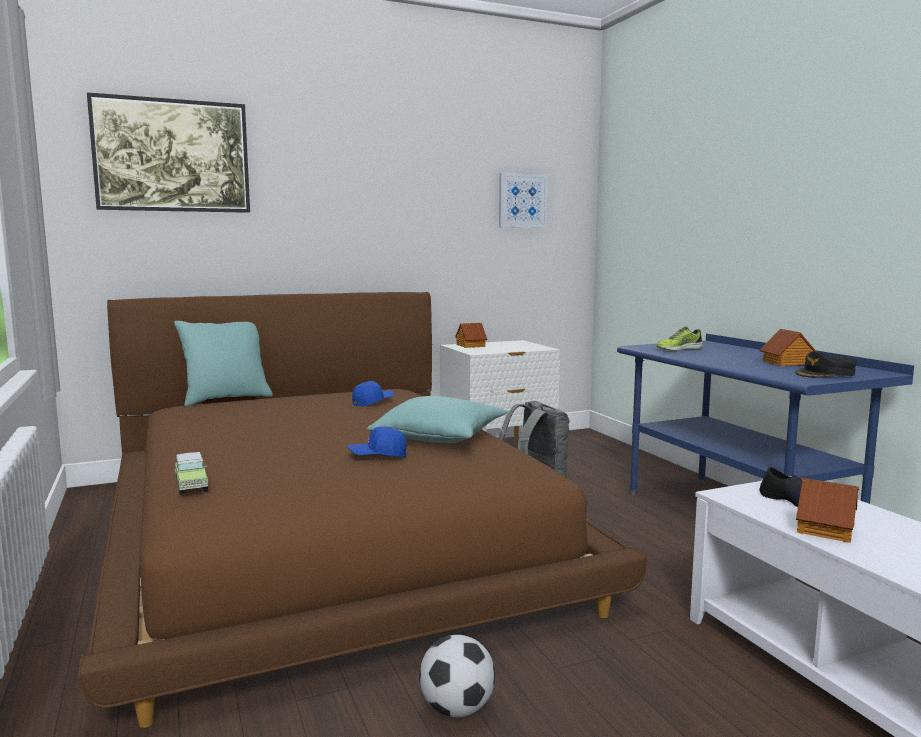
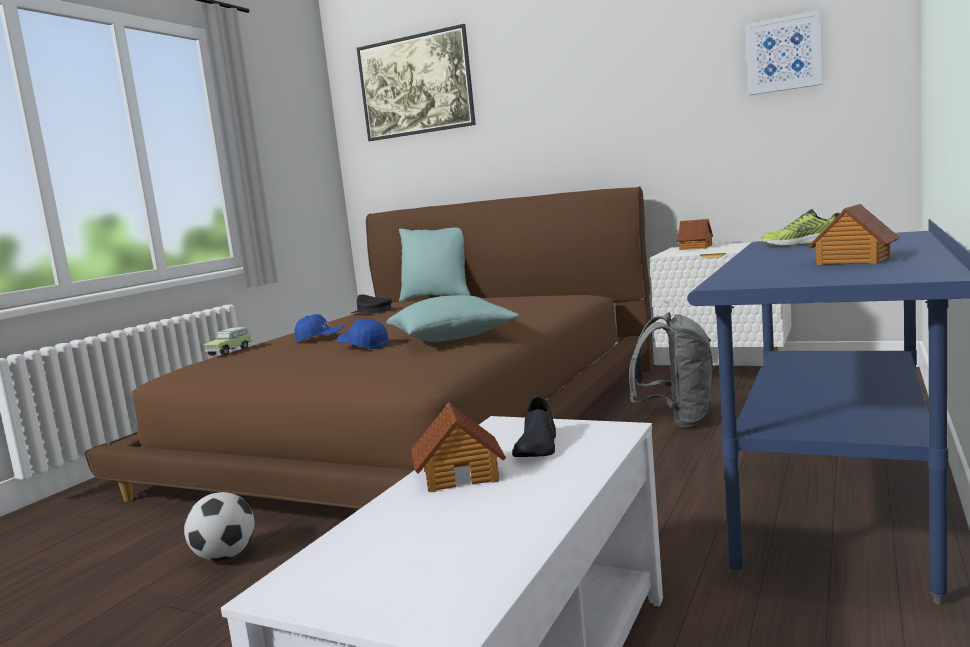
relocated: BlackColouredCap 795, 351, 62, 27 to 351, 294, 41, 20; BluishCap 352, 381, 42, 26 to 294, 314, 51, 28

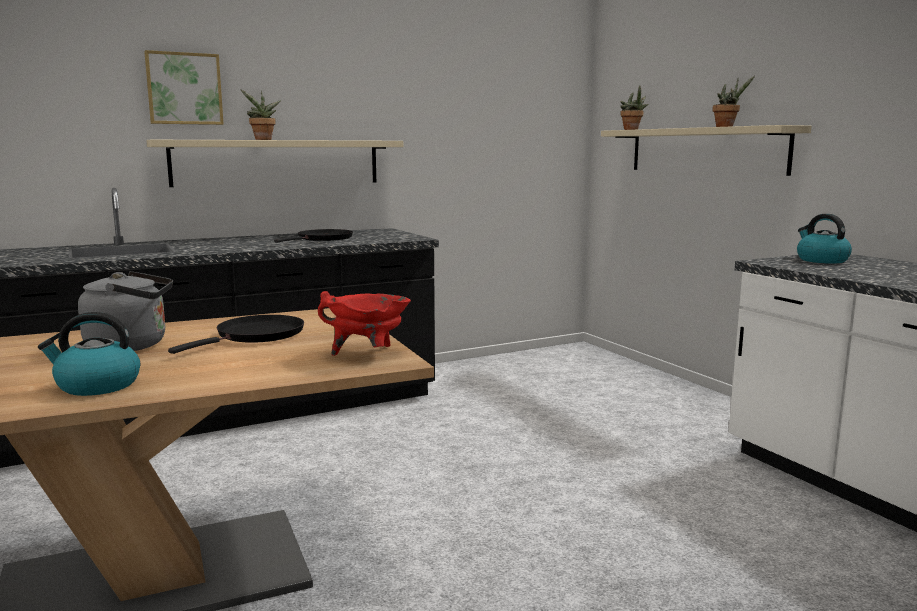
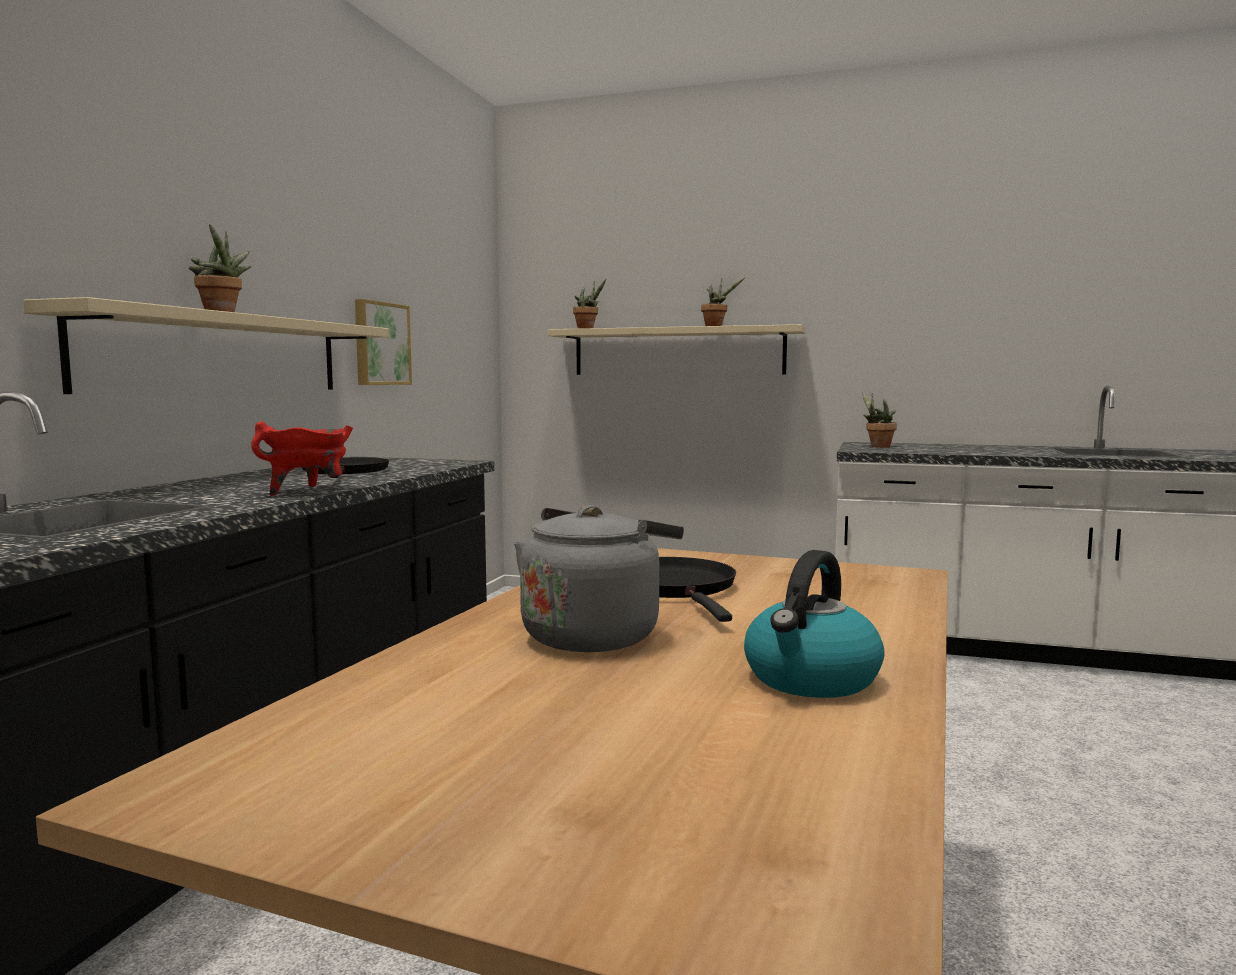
relocated: Picture 144, 50, 79, 75 to 355, 299, 57, 86; RedColouredCookingPot 318, 291, 93, 65 to 251, 421, 102, 75
exchanged: TeaKettle 797, 214, 55, 50 to PottedPlant 862, 393, 35, 55

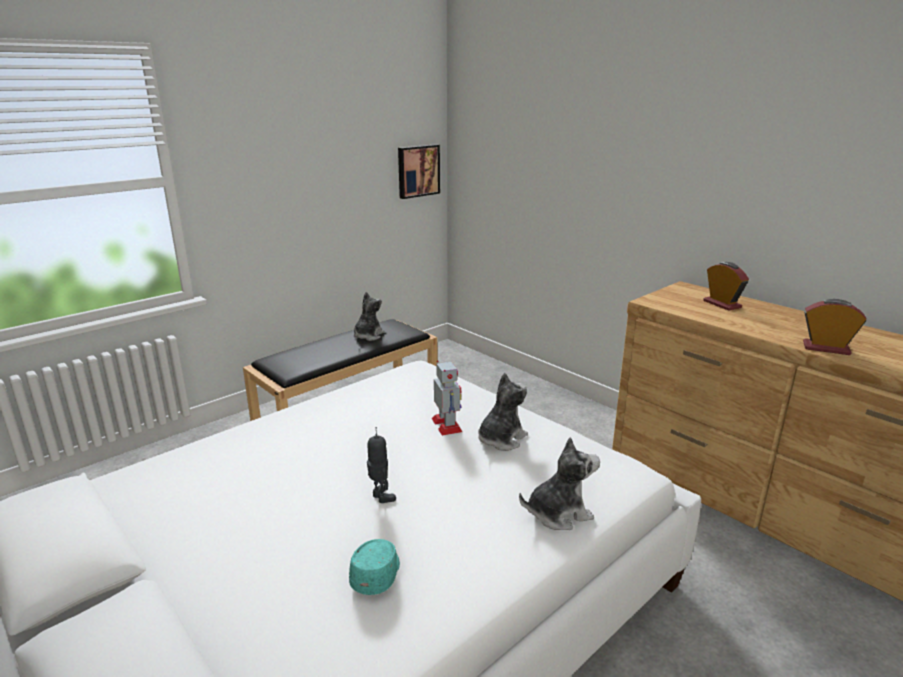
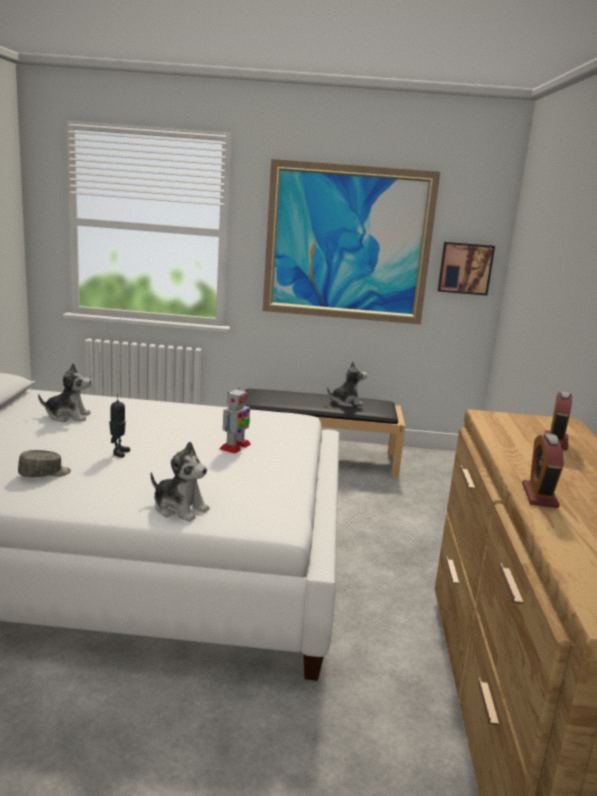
appeared: Picture 263, 159, 177, 165
relocated: CuddlyToy 478, 373, 50, 78 to 38, 363, 53, 59
colour: BlueGreenCap 349, 539, 51, 56 to GreyishCap 18, 450, 53, 27
spun: BedsideClock 803, 299, 63, 56 = 522, 433, 42, 75 150 degrees counterclockwise

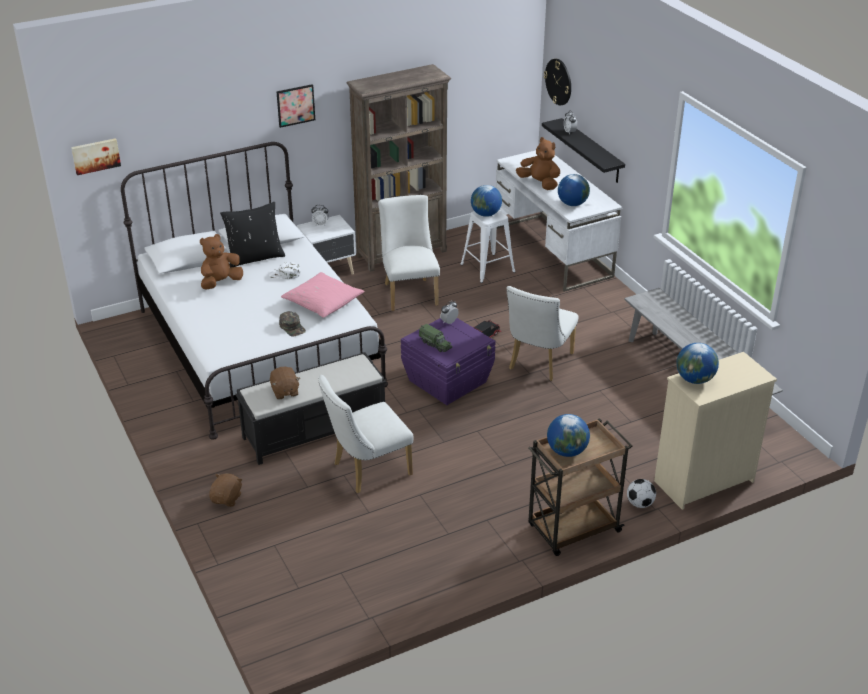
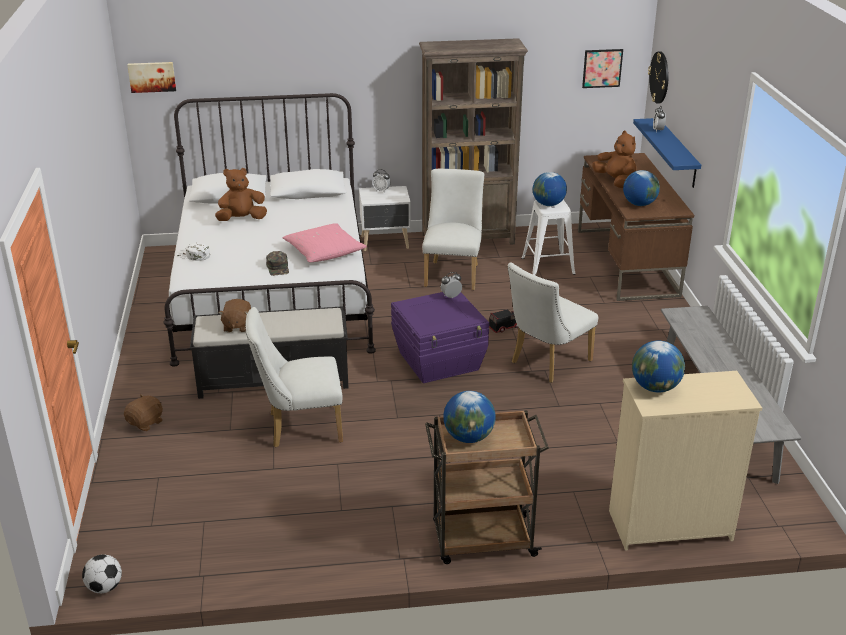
missing: BlackColouredThrowPillow 220, 202, 65, 65; ModelTruck 419, 323, 33, 29
relocated: Picture 276, 84, 39, 44 to 582, 49, 41, 39; WhitishCap 269, 262, 32, 17 to 177, 243, 33, 18; Football 627, 479, 29, 29 to 82, 555, 40, 38
colour: BlackColouredBracketShelf 542, 118, 83, 65 to BluishBracketShelf 633, 118, 68, 70; WhitishDeskTable 496, 150, 126, 142 to BrownColouredDeskTable 578, 153, 116, 148

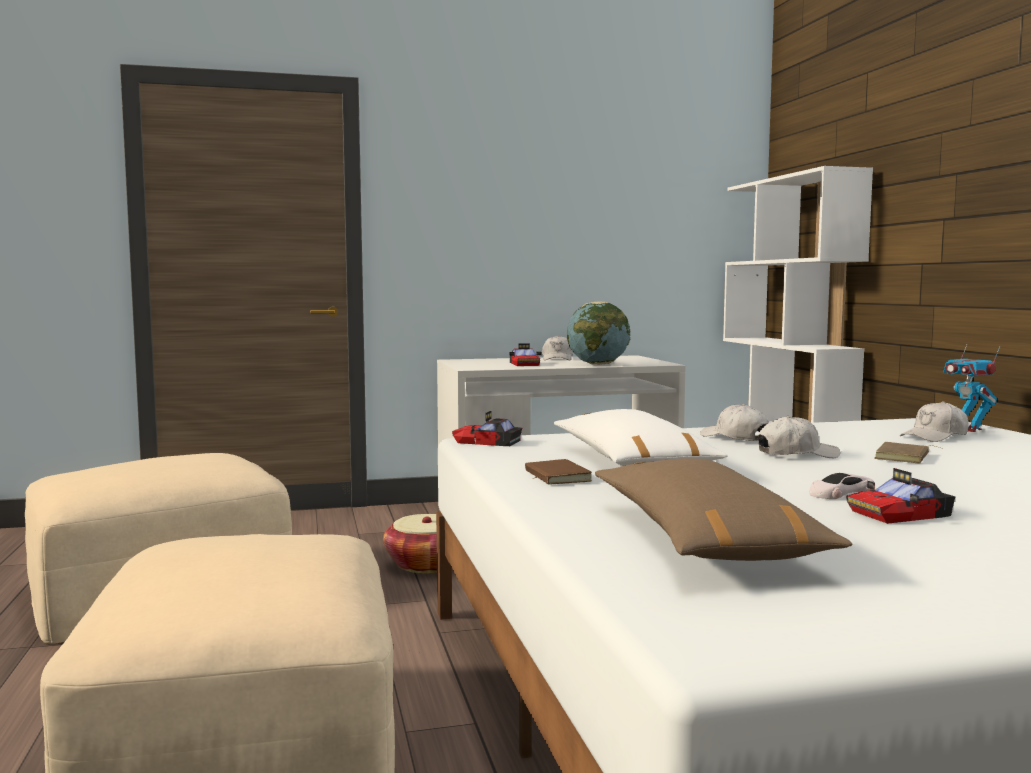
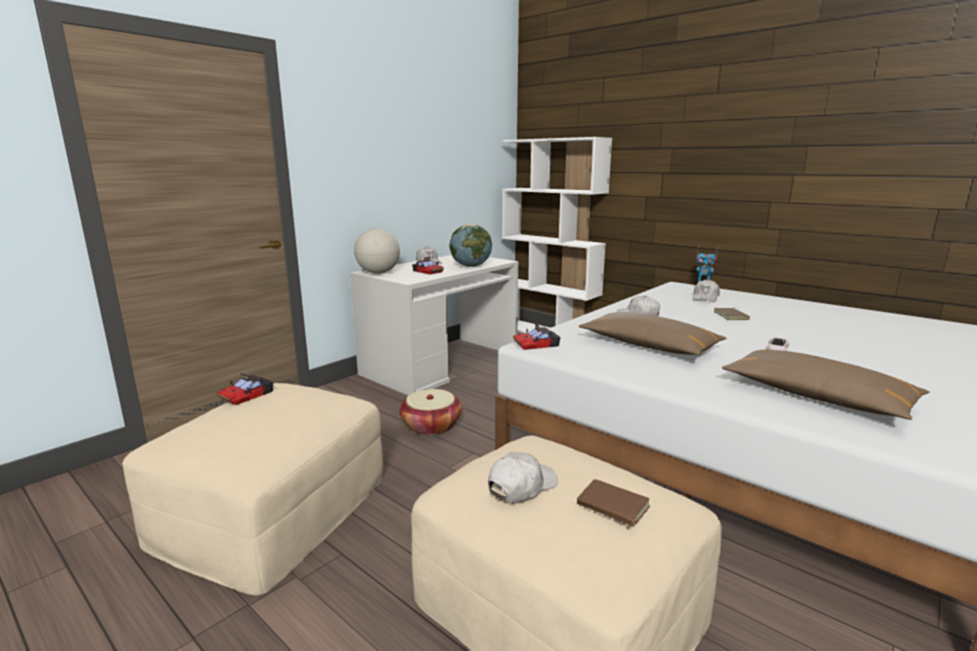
appeared: WorldGlobe 354, 228, 46, 46
relocated: WhitishCap 758, 416, 82, 42 to 488, 452, 70, 50; BrownColouredBook 525, 459, 67, 26 to 577, 479, 73, 50; ToyCar 846, 468, 110, 56 to 217, 373, 56, 32
colour: WhitishThrowPillow 554, 409, 174, 57 to BrownColouredThrowPillow 579, 312, 147, 44

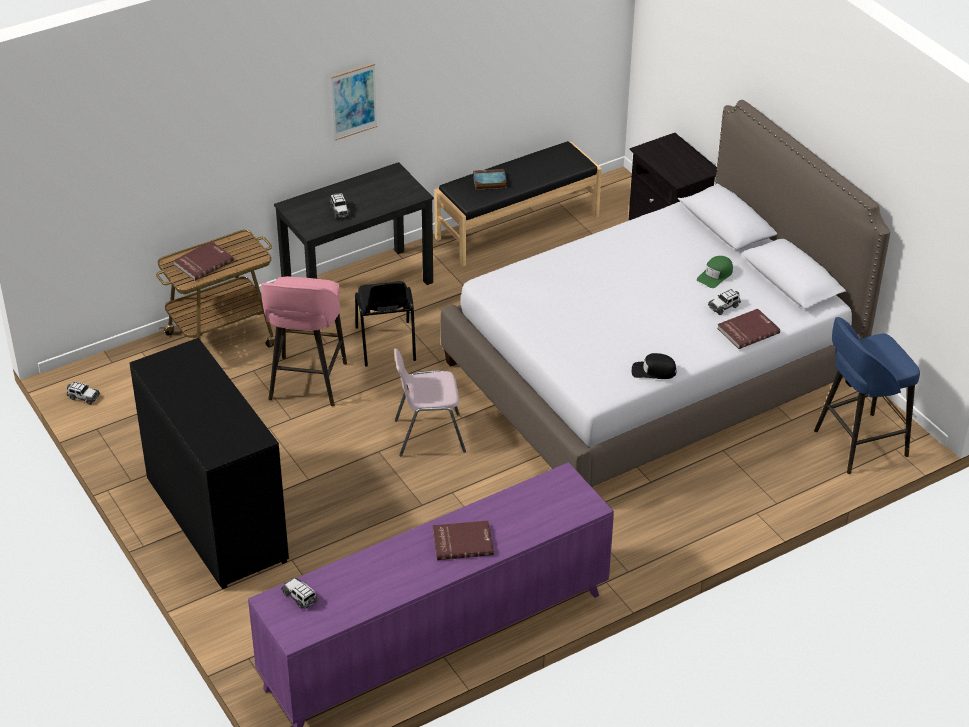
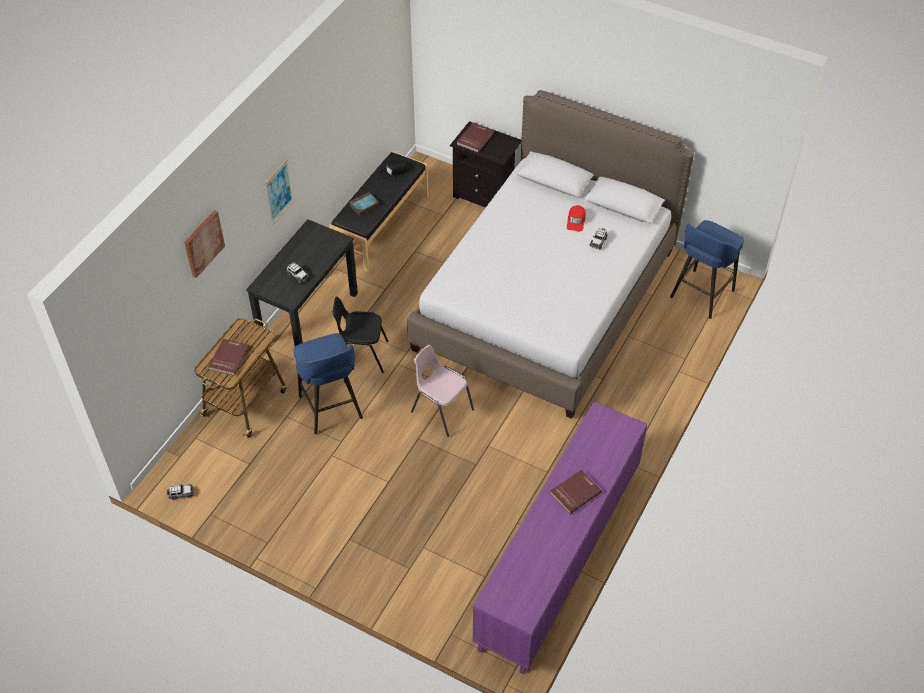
missing: BlackColouredDrawerChest 129, 338, 160, 251; ToyCar 281, 578, 37, 31
appeared: Picture 184, 210, 41, 68
relocated: RedColouredBook 717, 309, 63, 40 to 457, 123, 37, 30; BlackColouredCap 632, 353, 44, 26 to 379, 159, 29, 21
colour: GreenishCap 697, 256, 36, 32 to RedColouredCap 567, 205, 19, 27; PinkSittingStool 261, 276, 86, 130 to BluishSittingStool 293, 333, 70, 101
spun: BlackColouredPlainChair 355, 281, 61, 85 = 332, 297, 57, 76 135 degrees clockwise; PinkPlainChair 394, 348, 72, 108 = 411, 345, 63, 92 75 degrees clockwise

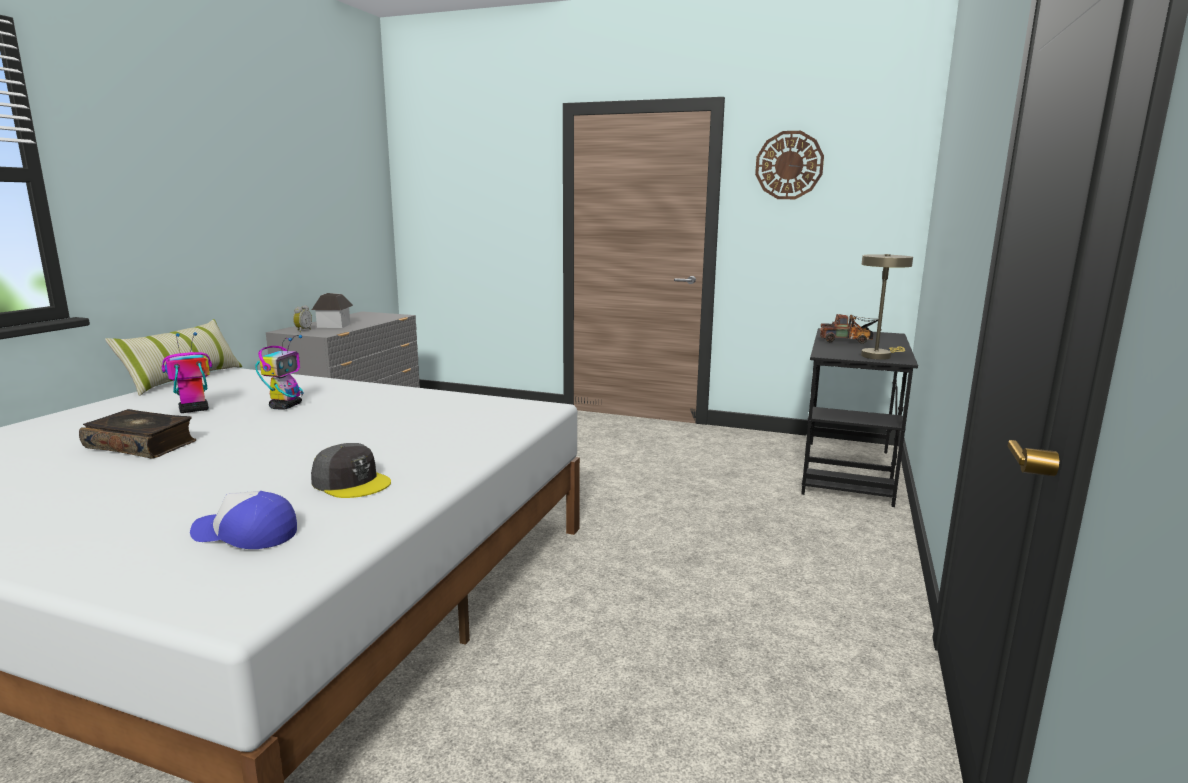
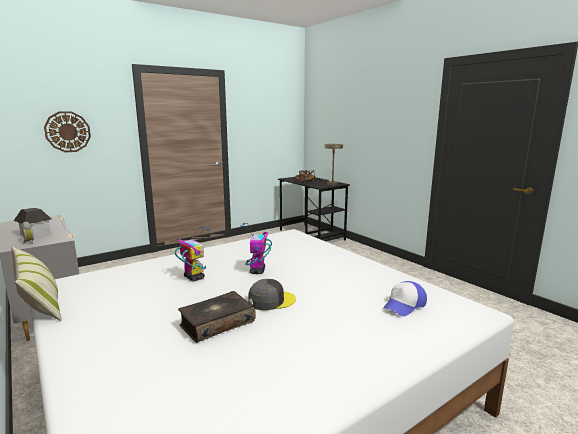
relocated: ClockOnTheWall 755, 131, 69, 68 to 44, 111, 47, 41; ModelRobot 162, 332, 50, 81 to 240, 222, 32, 52; GreyishCap 311, 443, 80, 55 to 248, 279, 48, 31

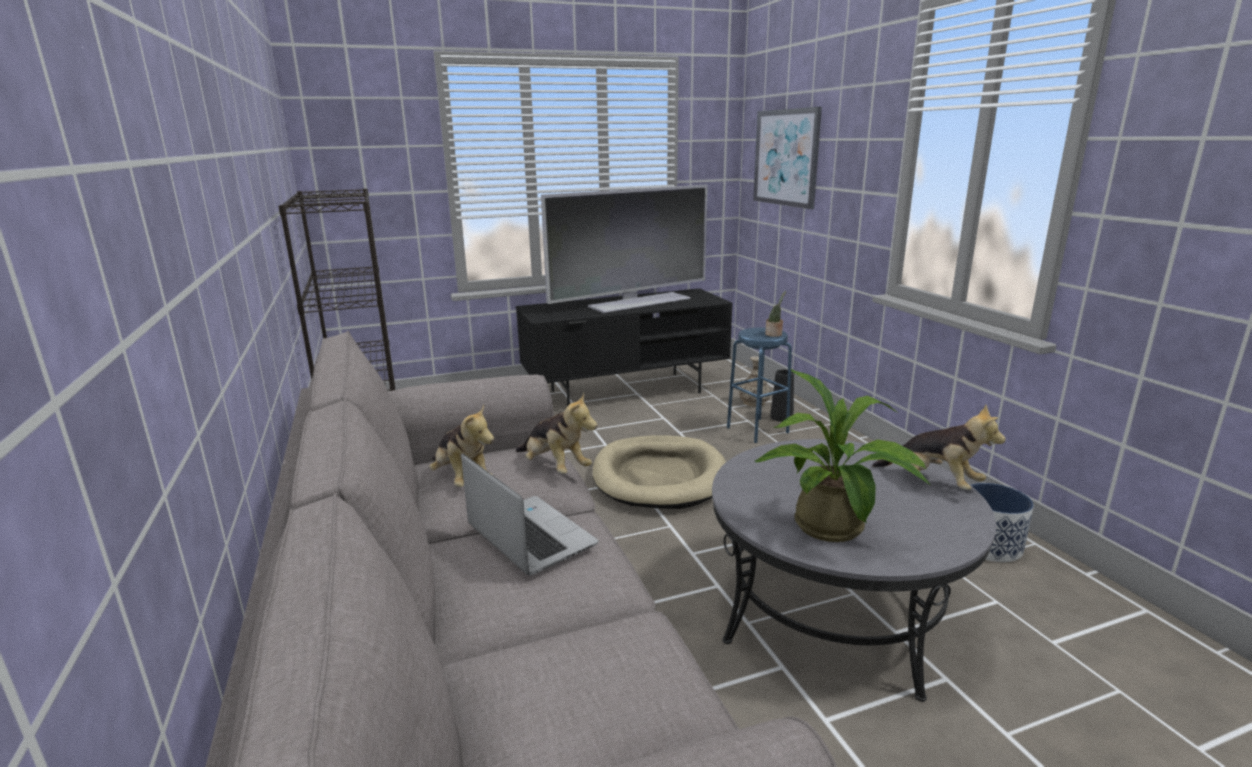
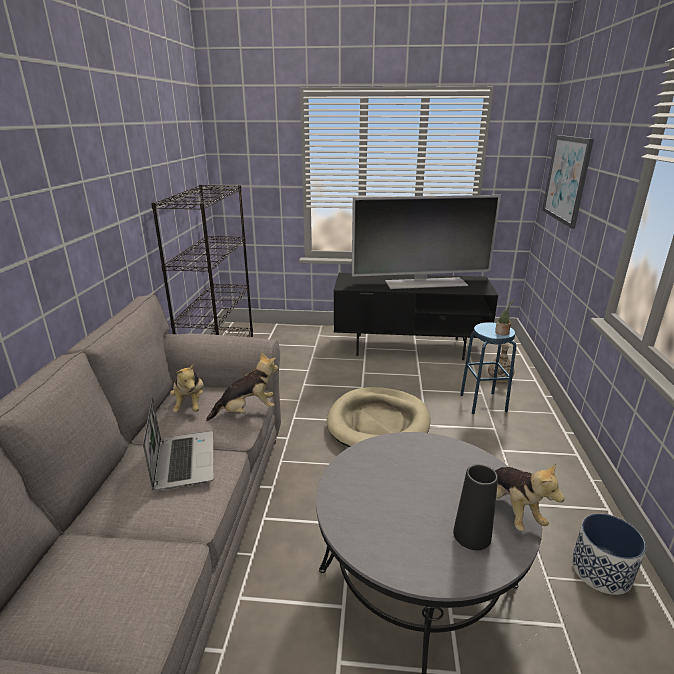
missing: PottedPlant 755, 369, 176, 173
relocated: BlackColouredDecorativeVase 770, 369, 24, 53 to 453, 464, 45, 86
spun: CuddlyToy 516, 393, 81, 81 = 206, 352, 73, 69 90 degrees counterclockwise

